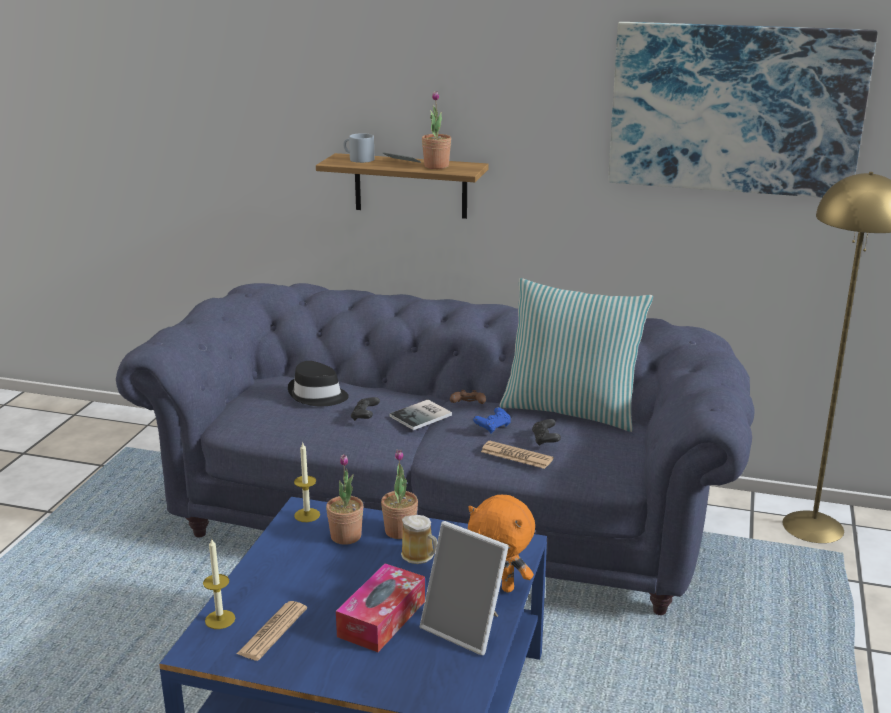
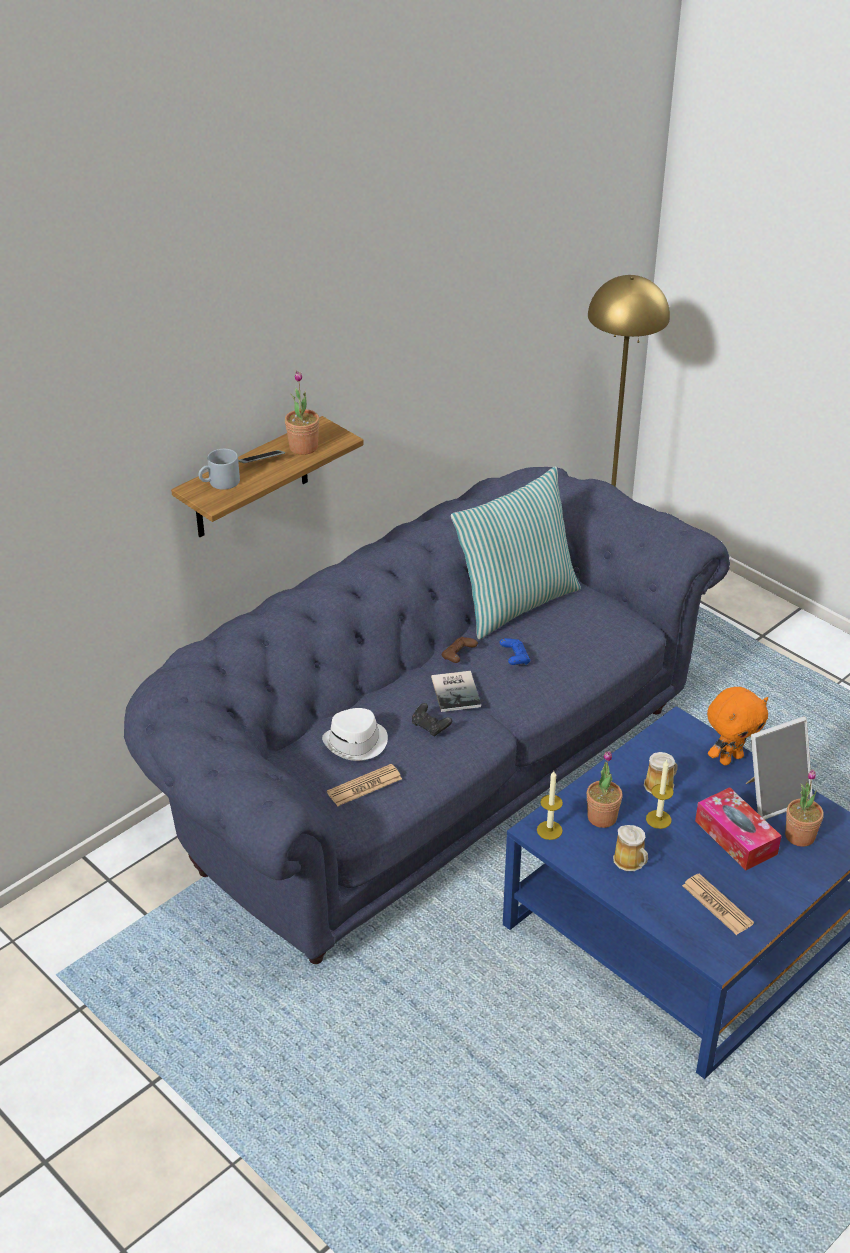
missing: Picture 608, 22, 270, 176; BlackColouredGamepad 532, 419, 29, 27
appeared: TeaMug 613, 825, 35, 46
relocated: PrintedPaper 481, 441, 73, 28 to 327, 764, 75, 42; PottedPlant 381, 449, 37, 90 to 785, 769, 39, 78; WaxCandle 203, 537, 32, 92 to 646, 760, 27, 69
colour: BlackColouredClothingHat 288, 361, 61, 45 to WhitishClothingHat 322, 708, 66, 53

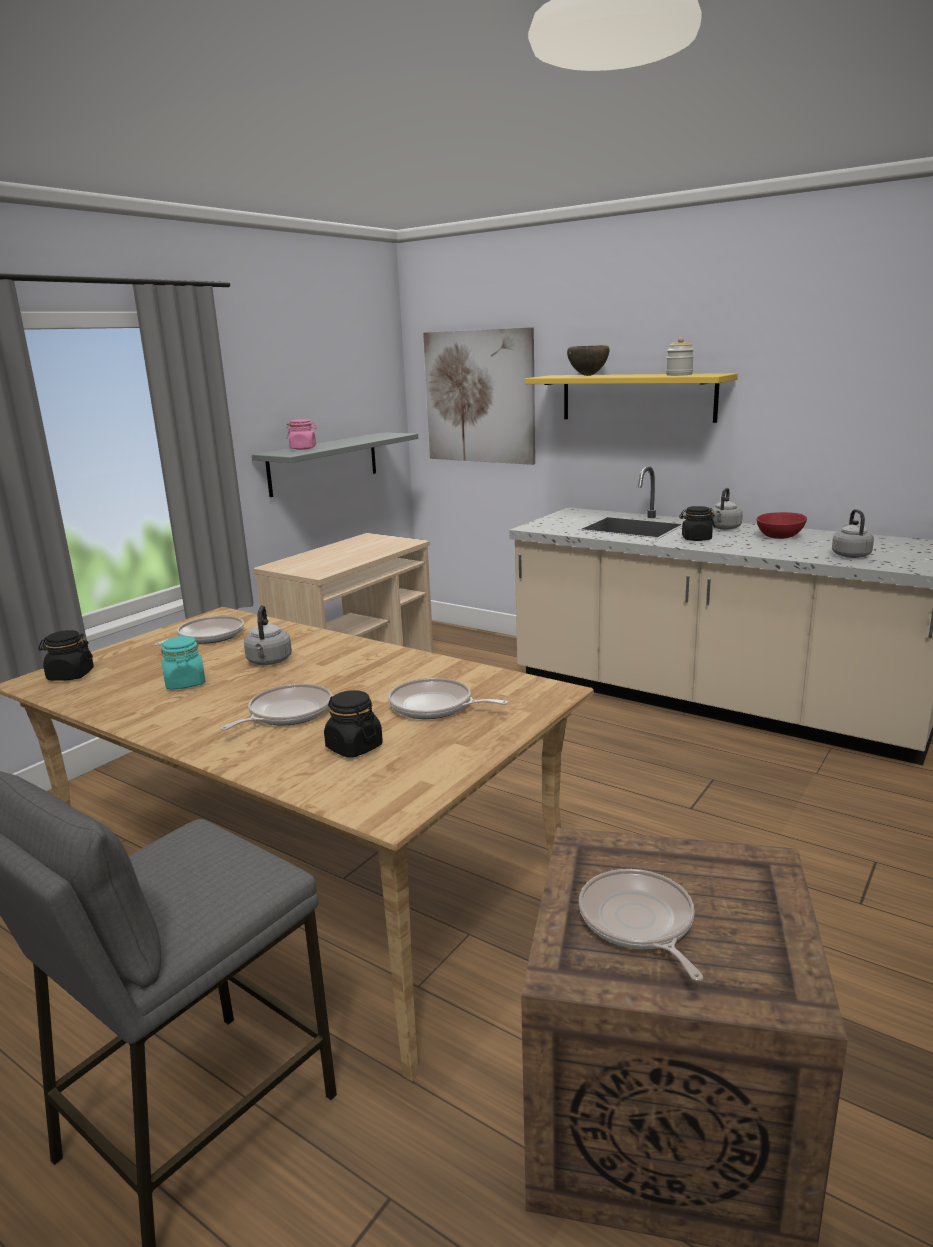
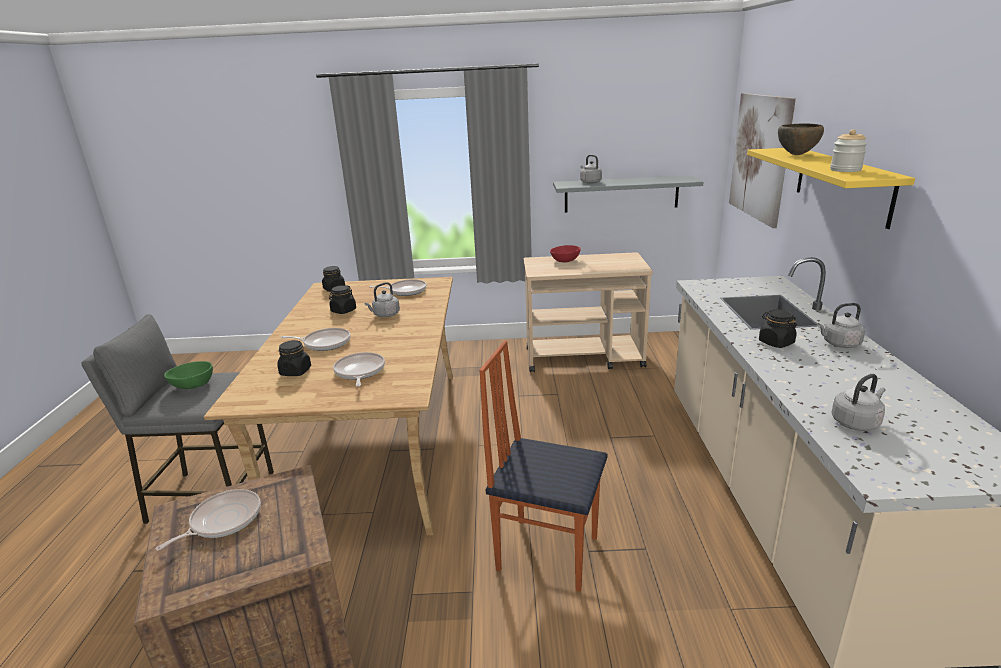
appeared: PlainChair 479, 341, 129, 251; GreenishDeepDish 164, 361, 49, 28
relocated: RedColouredDeepDish 757, 512, 50, 27 to 550, 245, 31, 17
exchanged: PinkJar 286, 419, 31, 31 to GreyishTeaKettle 580, 155, 22, 29
colour: BlueGreenJar 161, 636, 44, 54 to BlackColouredJar 329, 285, 27, 29

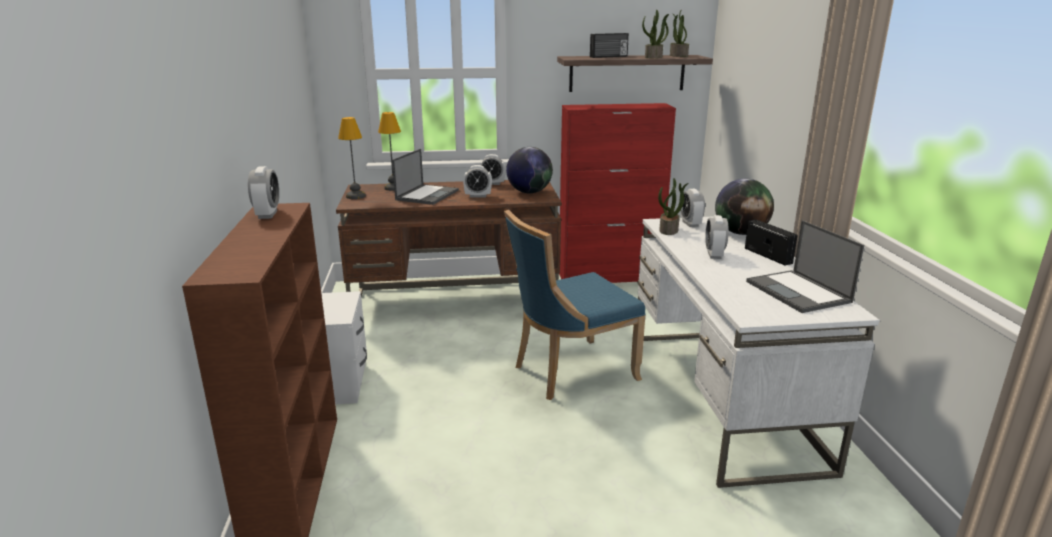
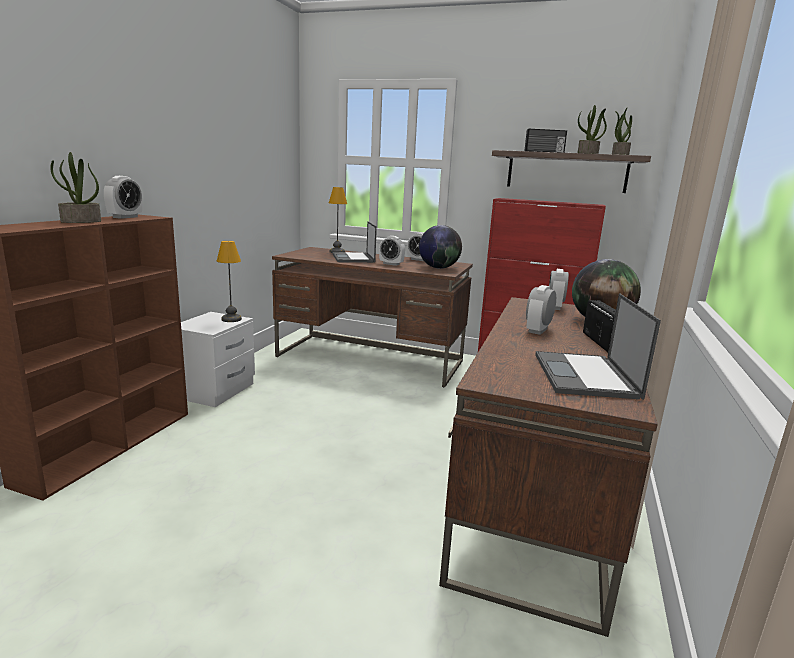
missing: BluishPlainChair 504, 210, 142, 190
relocated: LampForATable 338, 117, 28, 82 to 217, 241, 25, 81; PottedPlant 658, 178, 31, 57 to 50, 152, 51, 71
colour: WhitishDeskTable 638, 217, 242, 271 to BrownColouredDeskTable 439, 297, 219, 340
spun: Laptop 392, 149, 67, 56 = 332, 221, 45, 42 120 degrees clockwise

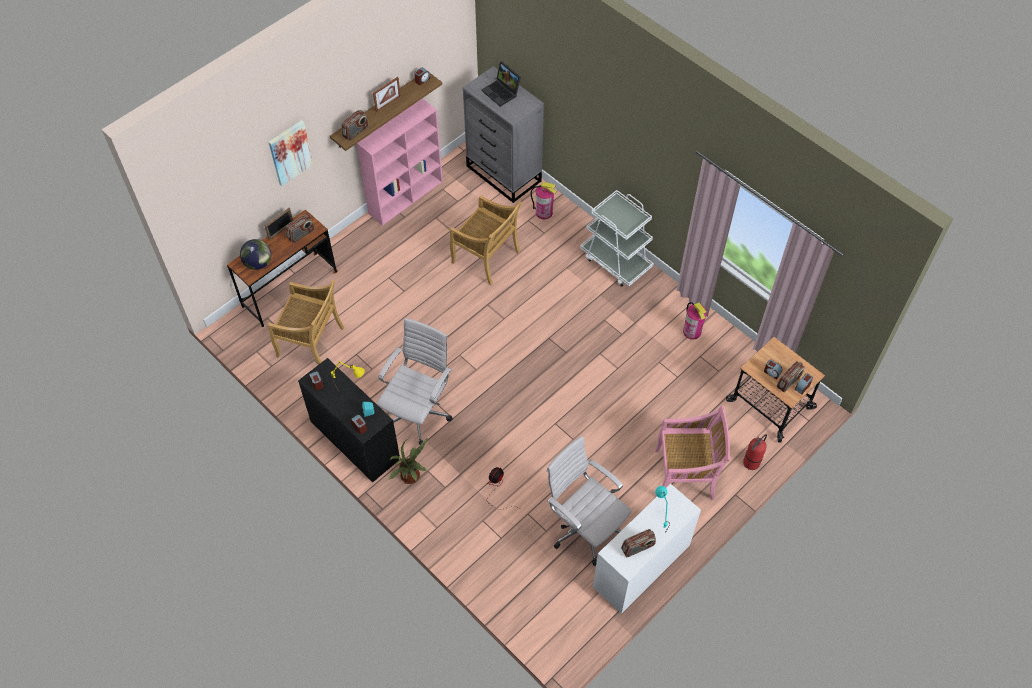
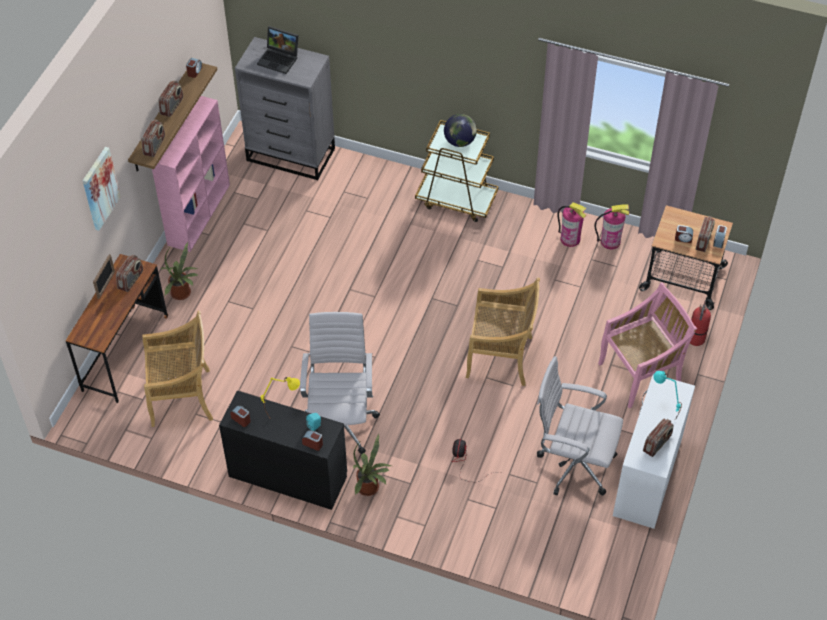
appeared: PottedPlant 161, 242, 37, 58
relocated: Extinguisher 530, 182, 27, 37 to 595, 204, 34, 45; BeigeColouredPlainChair 450, 196, 72, 89 to 466, 277, 74, 109; WorldGlobe 240, 239, 31, 31 to 444, 114, 33, 33
exchanged: StandingFrame 373, 77, 28, 35 to Radio 159, 80, 24, 37
colour: WhitishWheeledCart 580, 190, 74, 97 to BrownColouredWheeledCart 415, 120, 84, 102

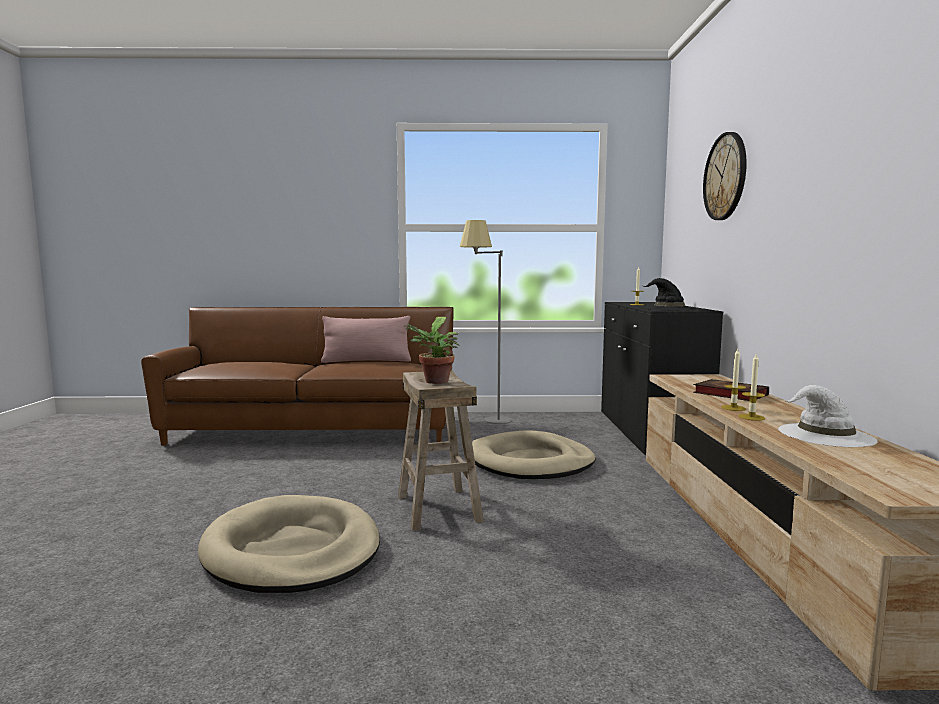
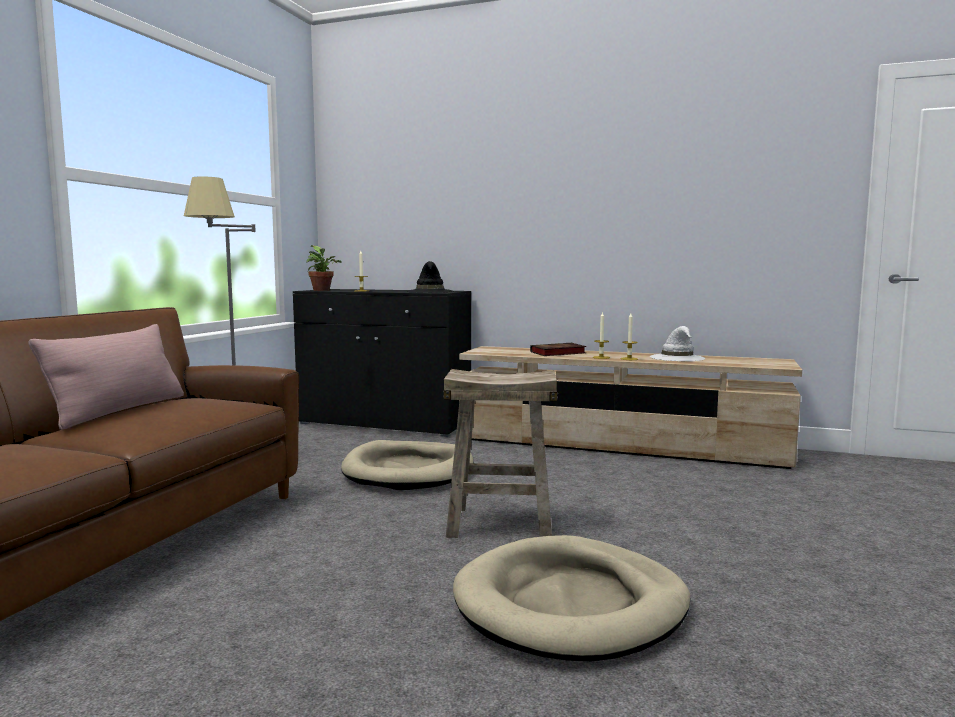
missing: ClockOnTheWall 703, 132, 44, 88
relocated: PottedPlant 404, 317, 55, 67 to 306, 245, 36, 46

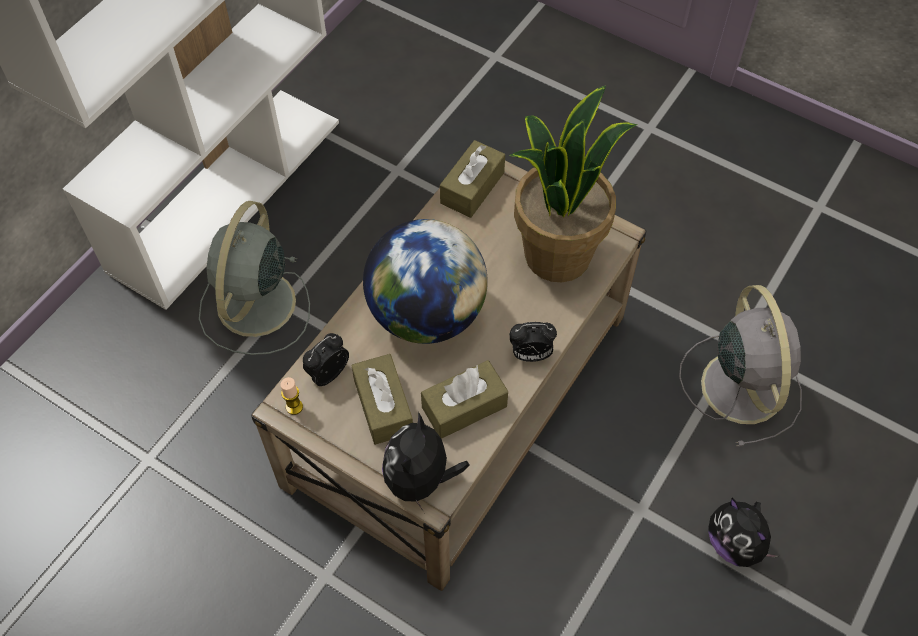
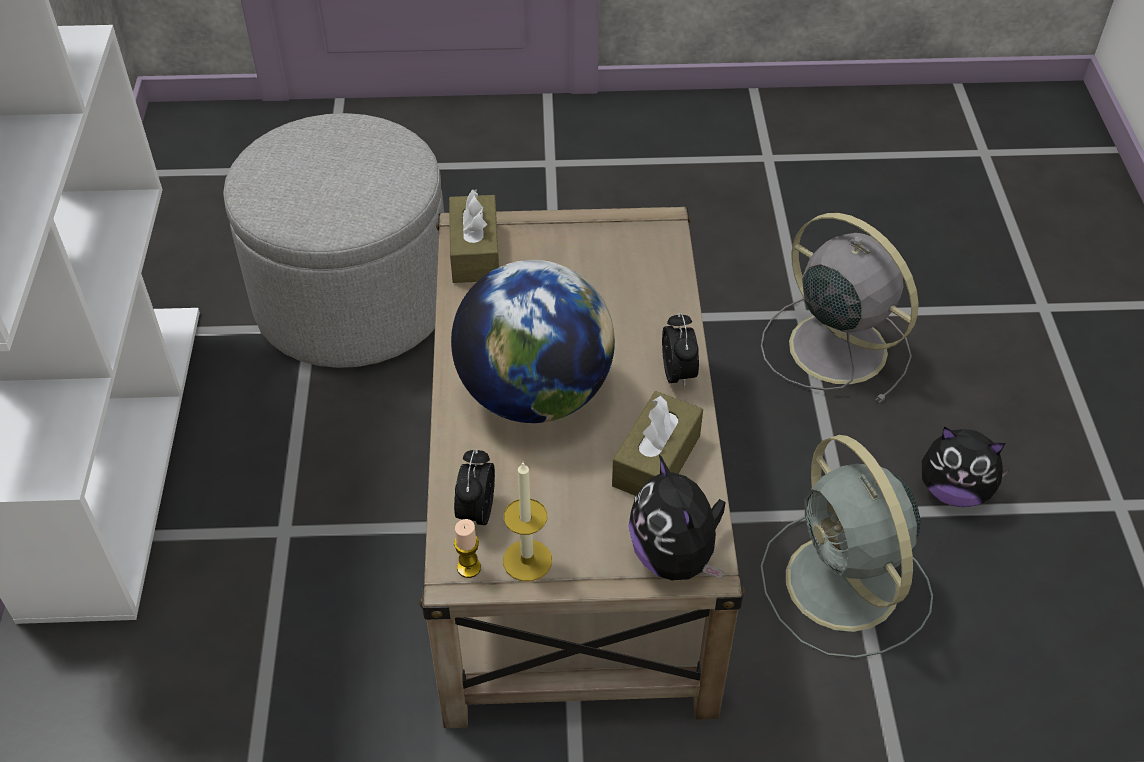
missing: PottedPlant 510, 86, 128, 196; BrownColouredTissueHolder 351, 354, 62, 91
appeared: GreyishOttoman 223, 113, 221, 255; WaxCandle 503, 462, 49, 119
relocated: GreyishCoolingFan 199, 201, 111, 154 to 761, 435, 172, 223
spun: BedsideClock 510, 322, 47, 40 = 662, 313, 37, 76 60 degrees counterclockwise

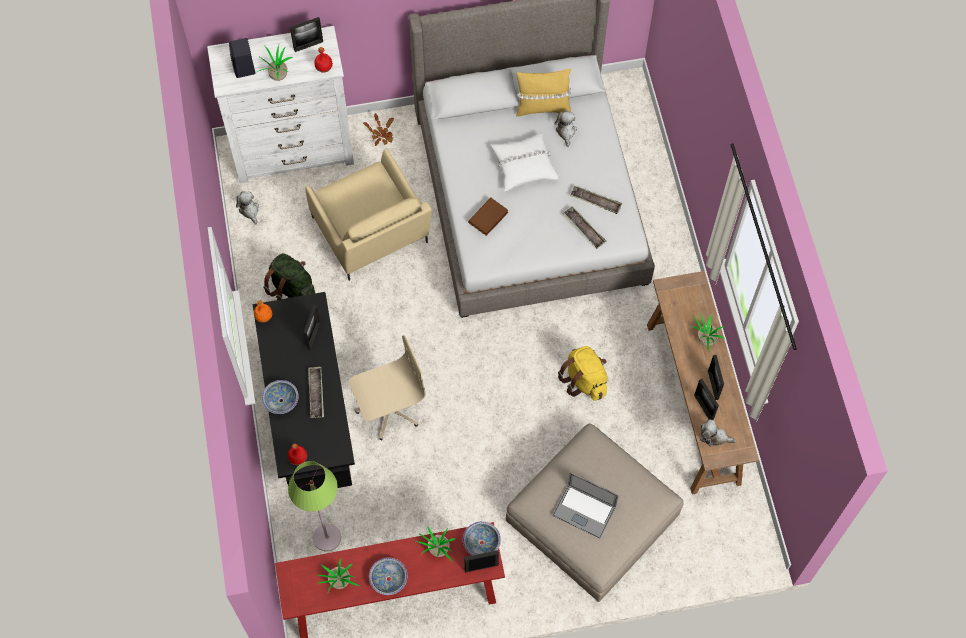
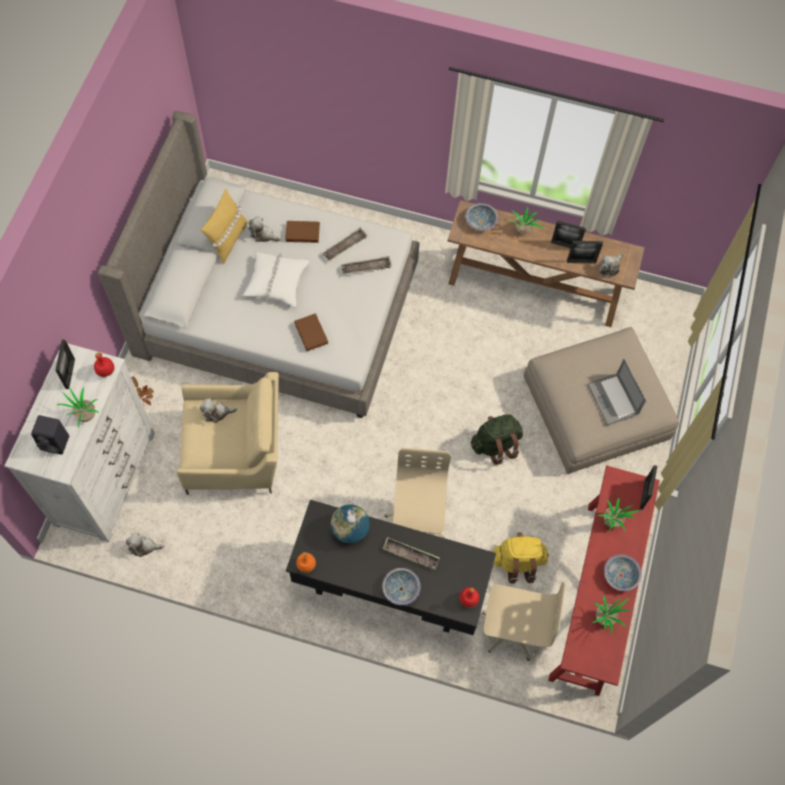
appeared: BrownColouredBook 285, 221, 35, 22; CuddlyToy 200, 398, 37, 25
relocated: GreenishBackpack 263, 253, 52, 47 to 471, 414, 52, 51; YellowColouredBackpack 558, 346, 49, 55 to 493, 532, 56, 51; DeepDish 463, 521, 38, 34 to 466, 203, 32, 28
exchanged: StandingFrame 303, 305, 17, 45 to WorldGlobe 331, 504, 38, 39; GreenishFloorLamp 288, 461, 53, 90 to BeigeColouredOfficeChair 482, 582, 84, 79
spun: Laptop 553, 472, 66, 67 = 587, 359, 59, 66 105 degrees clockwise

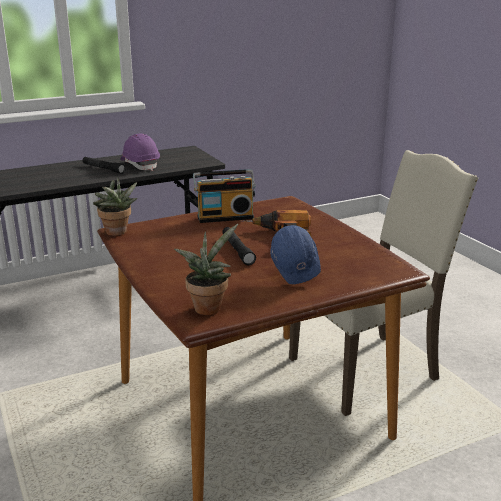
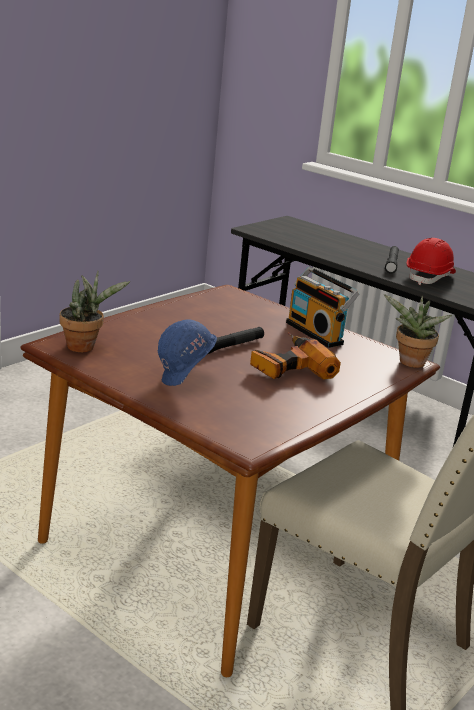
relocated: PottedPlant 93, 177, 44, 59 to 384, 294, 68, 74
colour: PurpleColouredHardHat 120, 133, 40, 38 to RedColouredHardHat 407, 238, 49, 47

